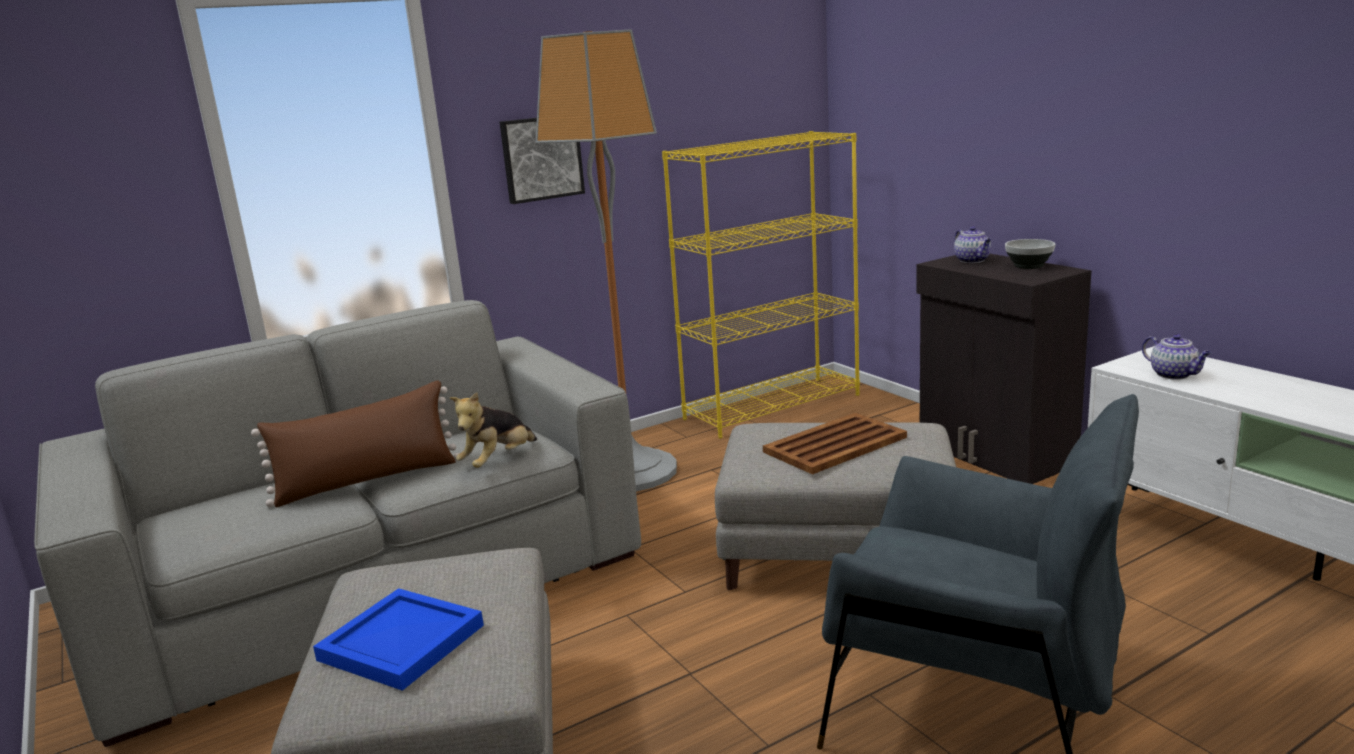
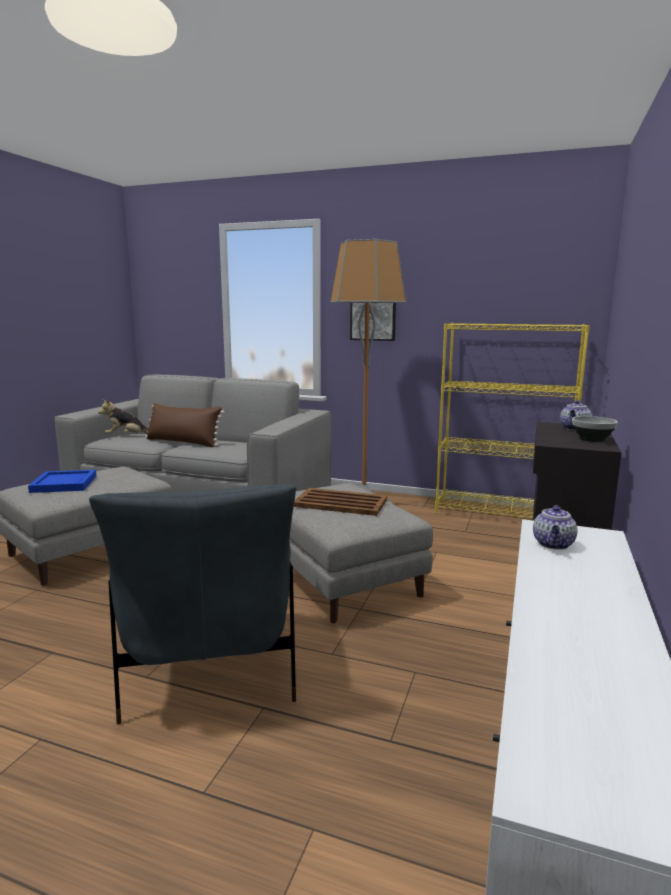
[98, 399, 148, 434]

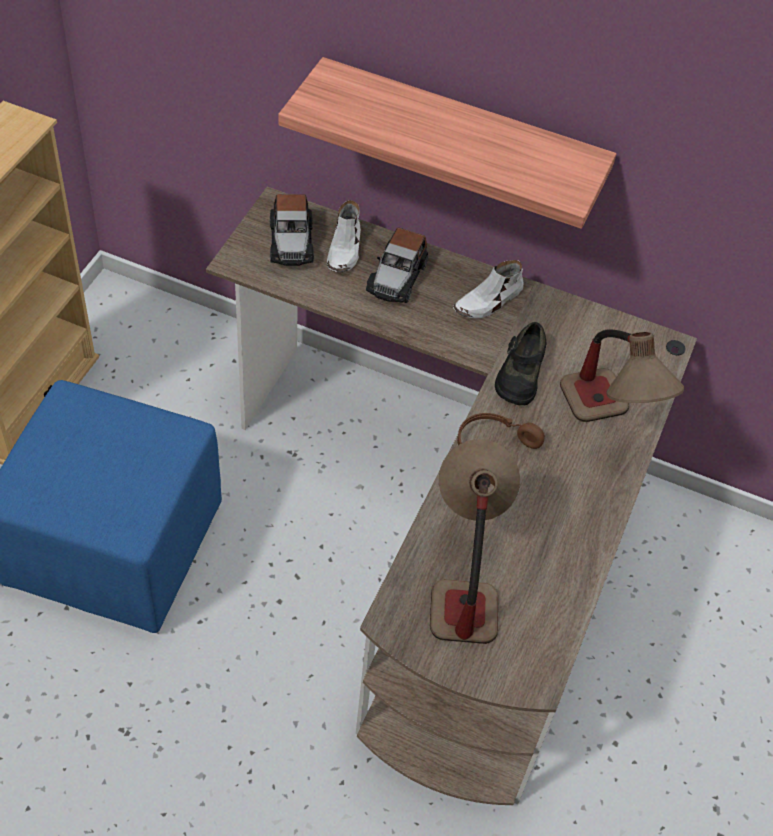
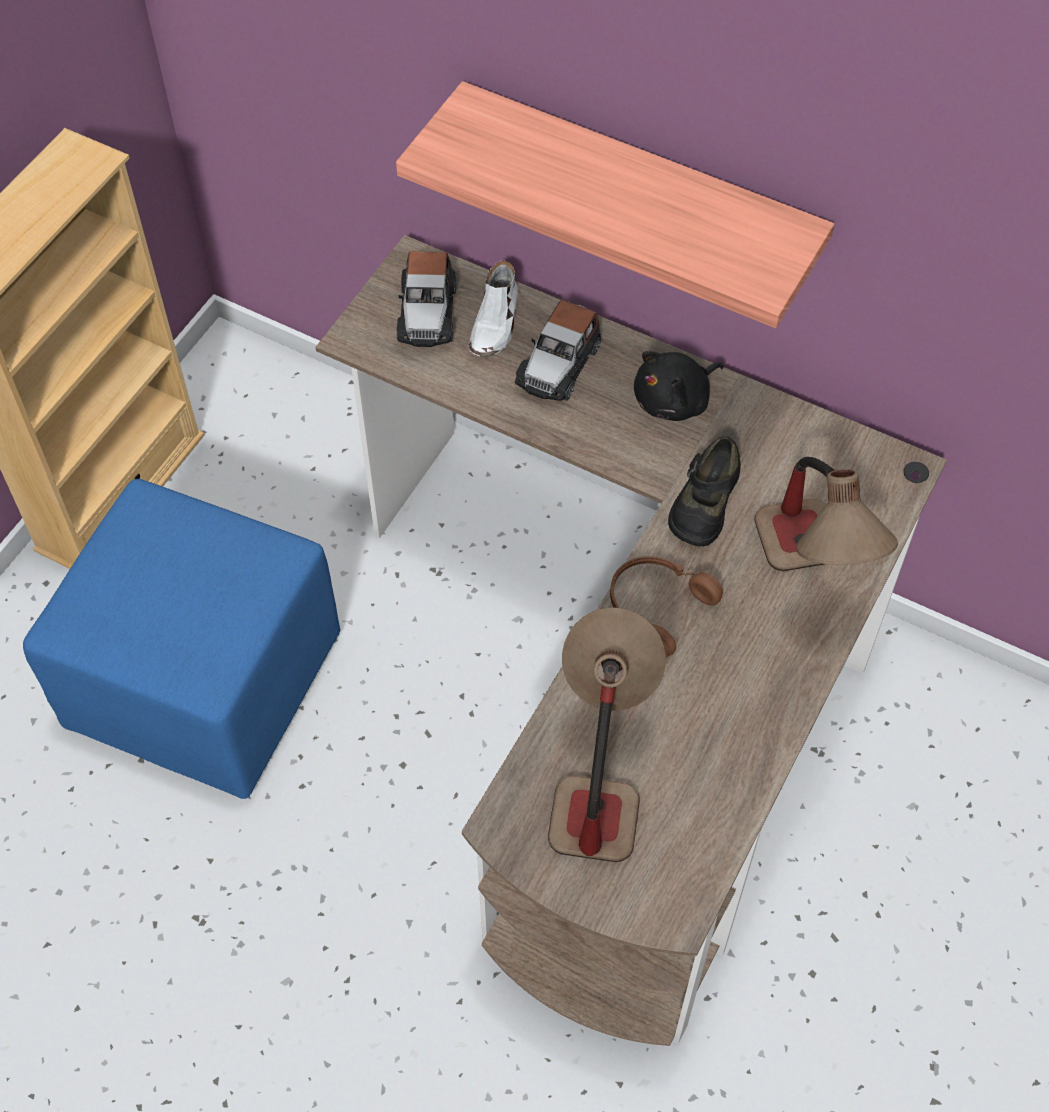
[634, 351, 724, 421]

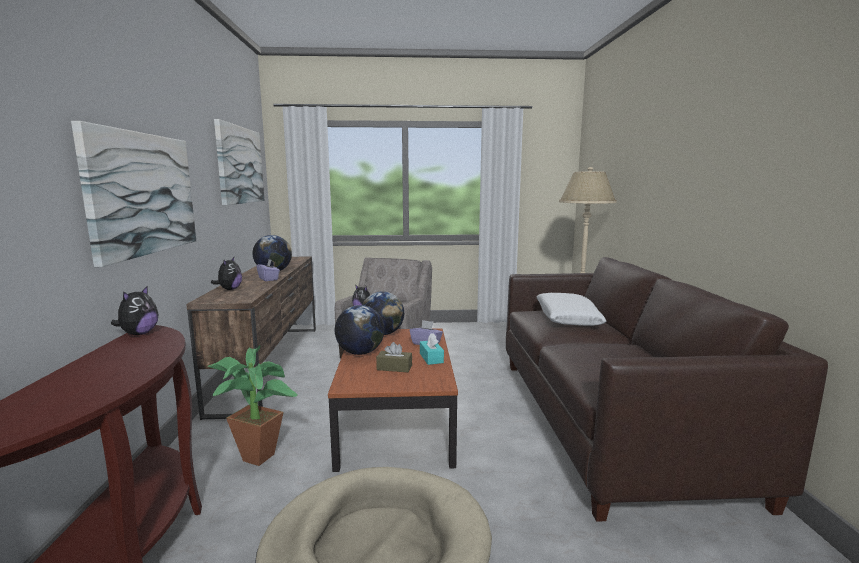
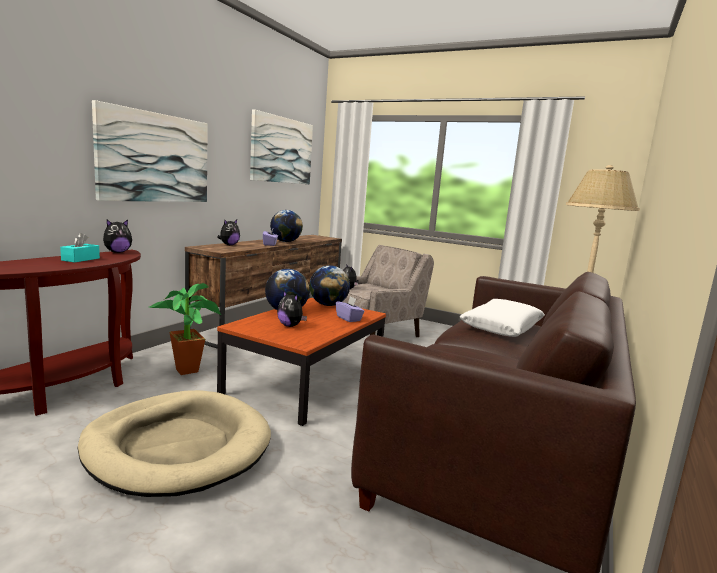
[277, 290, 307, 327]
[60, 233, 100, 262]

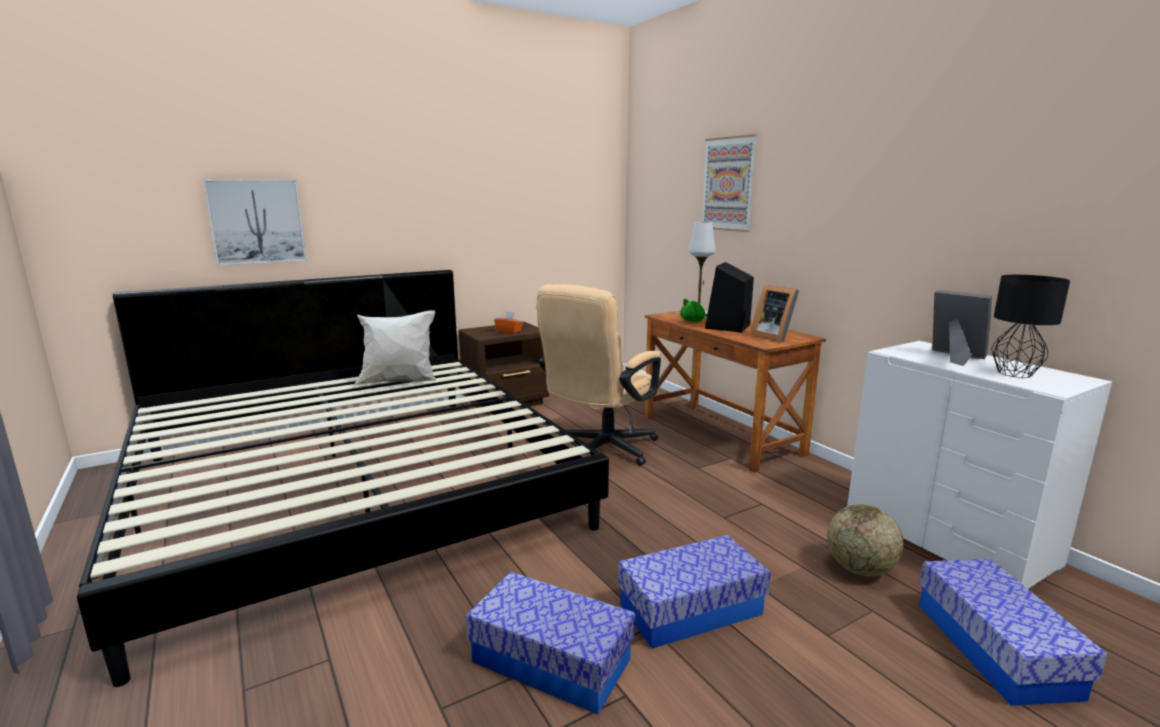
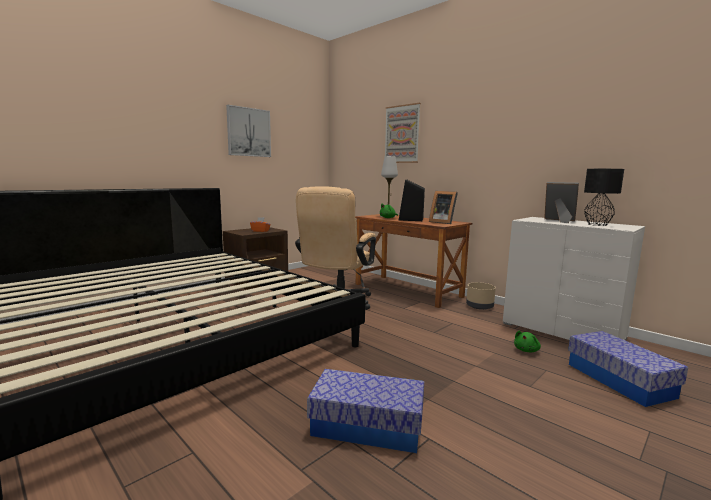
[226, 105, 271, 157]
[354, 310, 436, 386] (first image)
[618, 535, 771, 649] (first image)
[514, 331, 541, 352]
[466, 282, 496, 310]

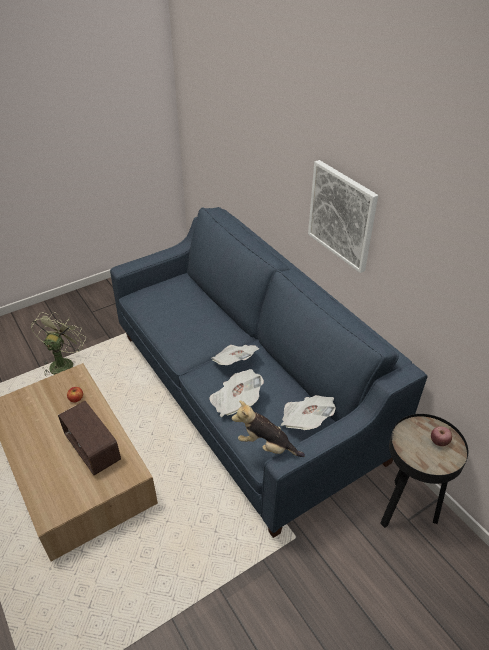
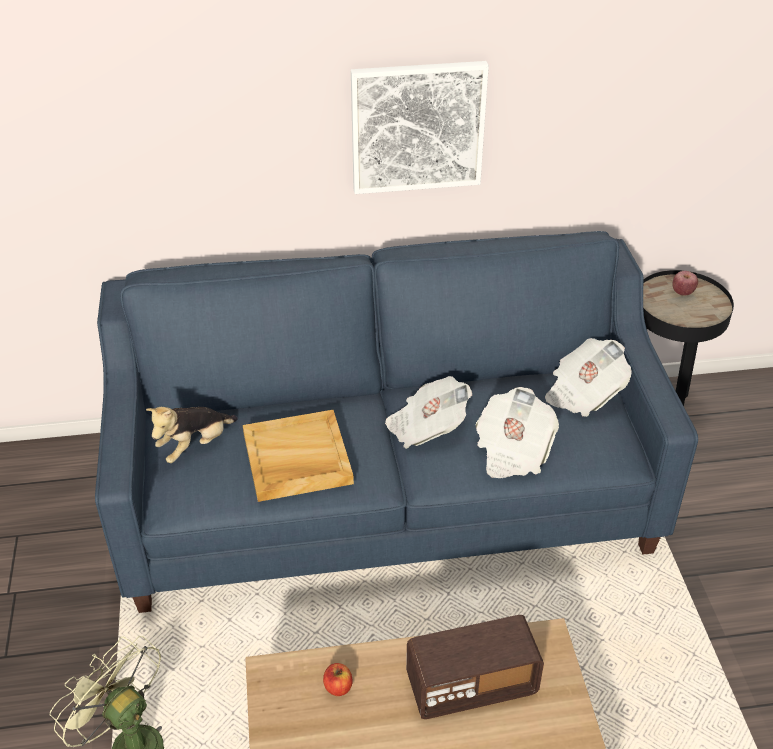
[146, 407, 238, 463]
[243, 410, 354, 502]

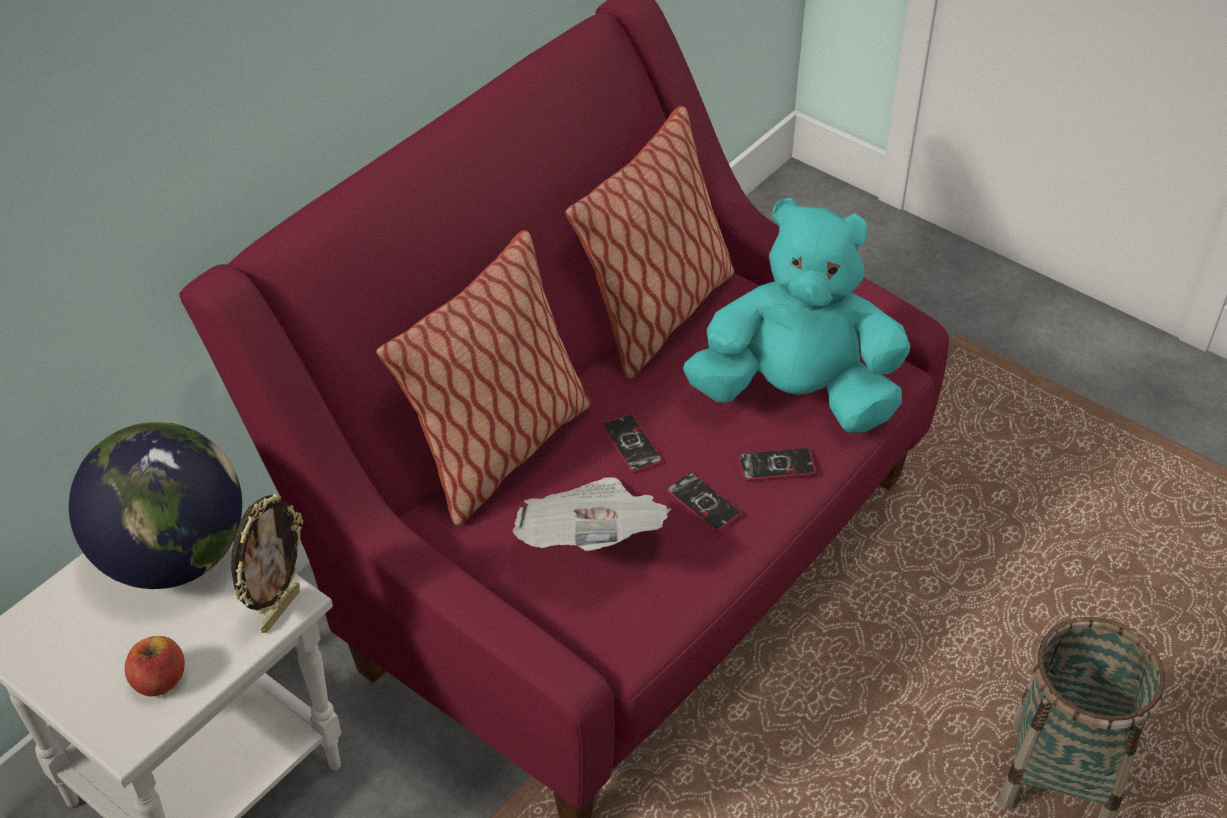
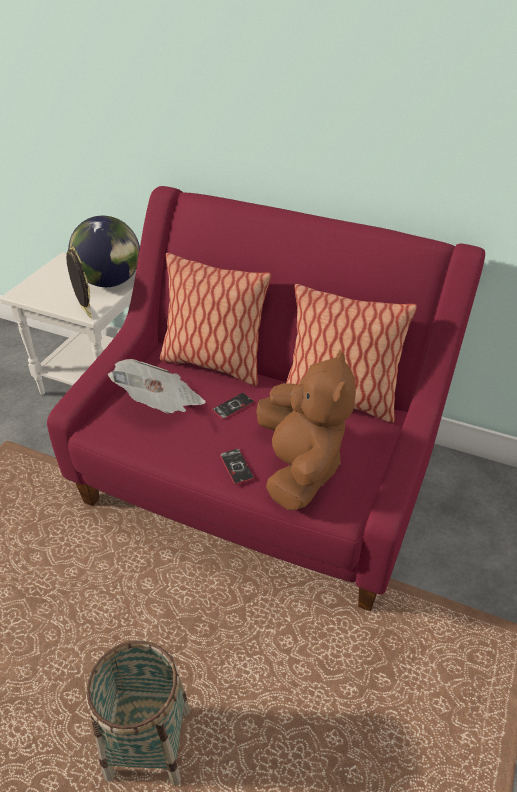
[125, 636, 185, 696] (first image)
[66, 246, 92, 318]
[666, 472, 741, 531] (first image)
[256, 349, 356, 510]

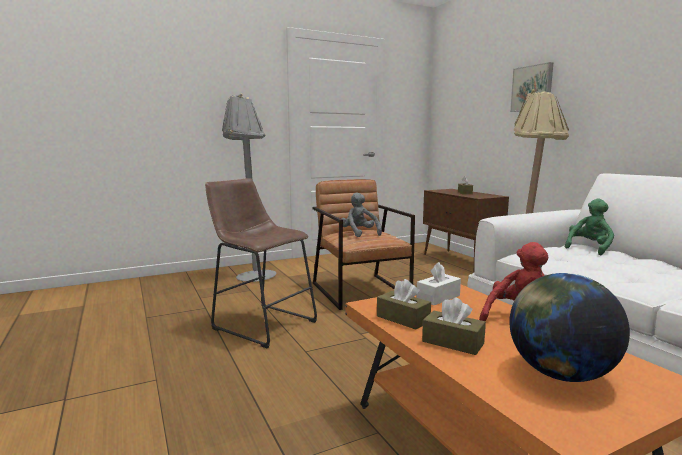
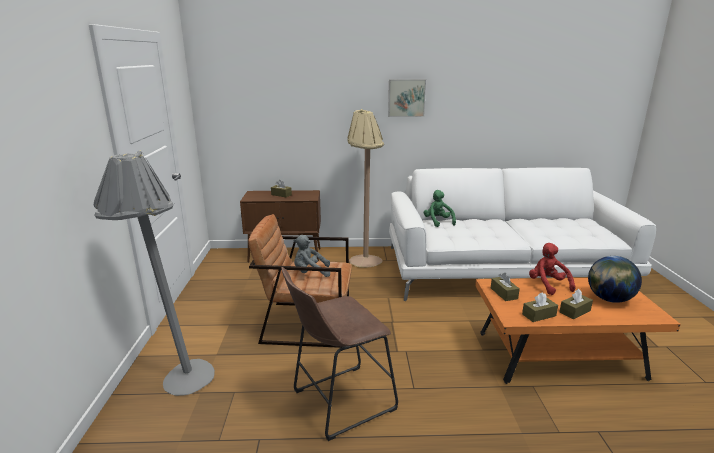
[491, 273, 520, 301]
[388, 79, 426, 117]

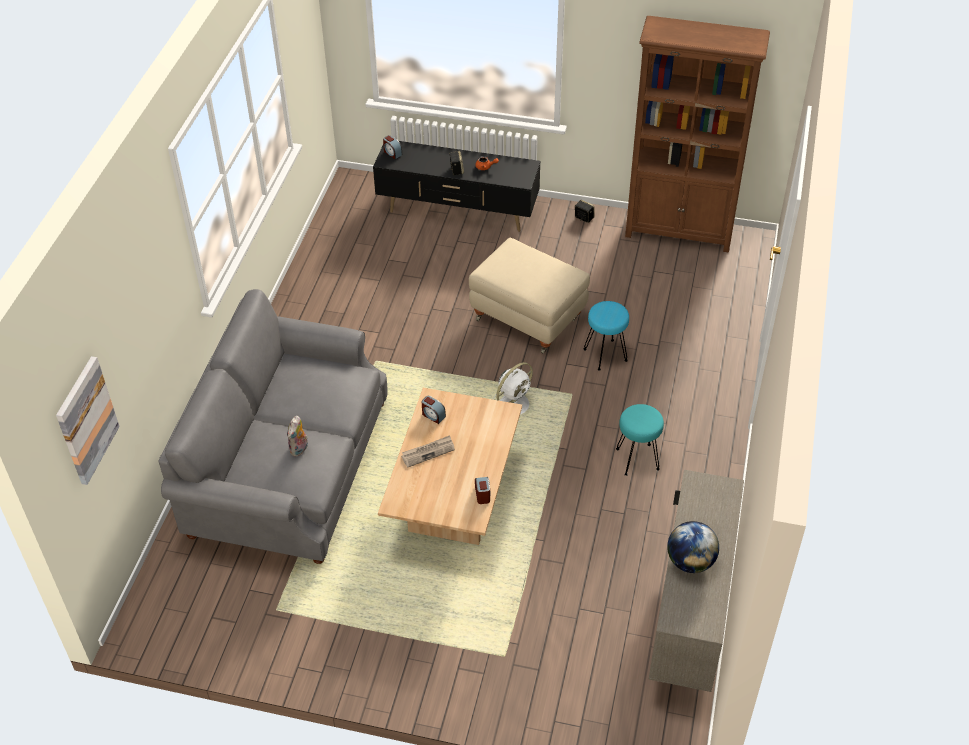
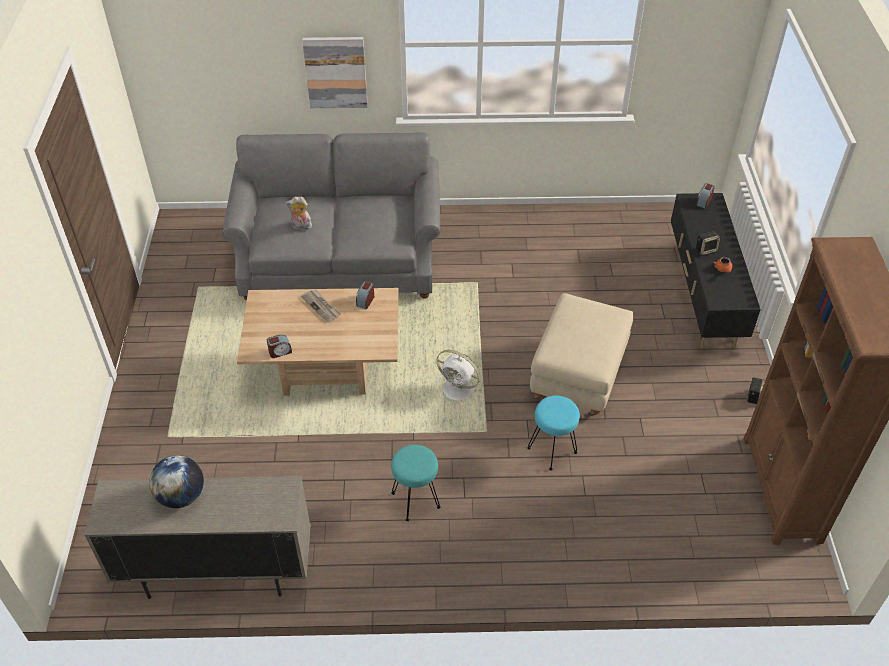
[302, 37, 368, 108]

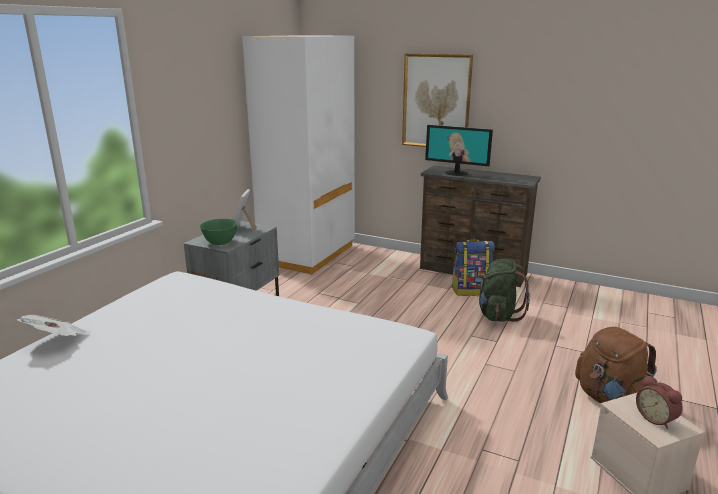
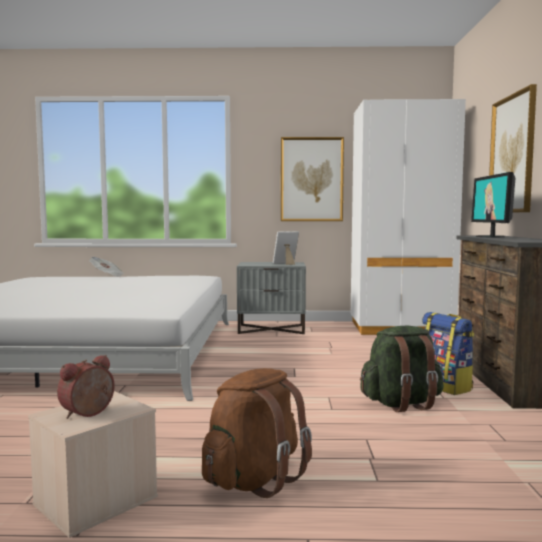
[200, 219, 238, 245] (first image)
[281, 137, 344, 221]

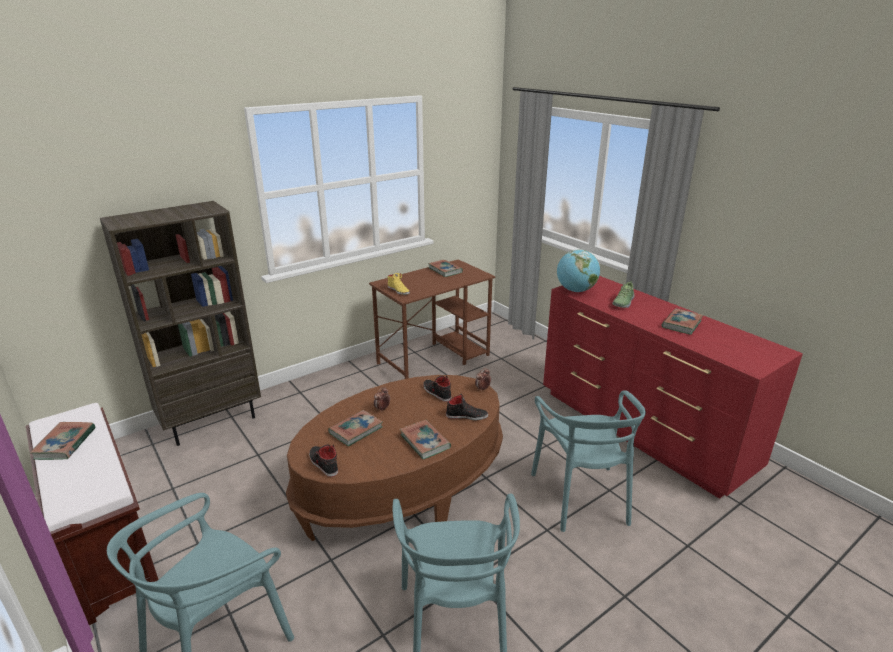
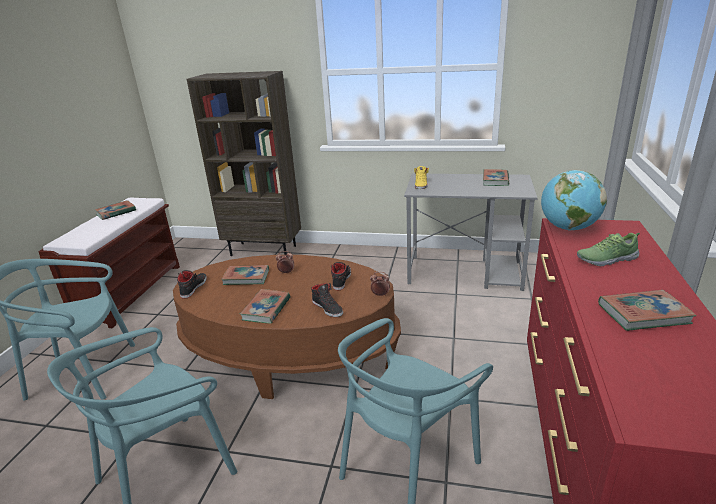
[404, 174, 537, 291]

